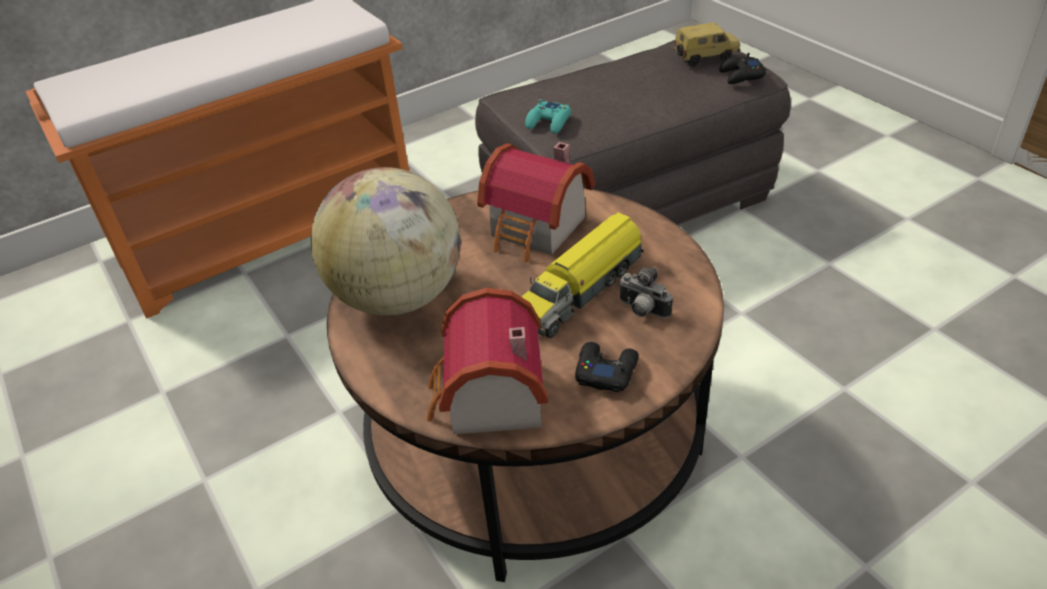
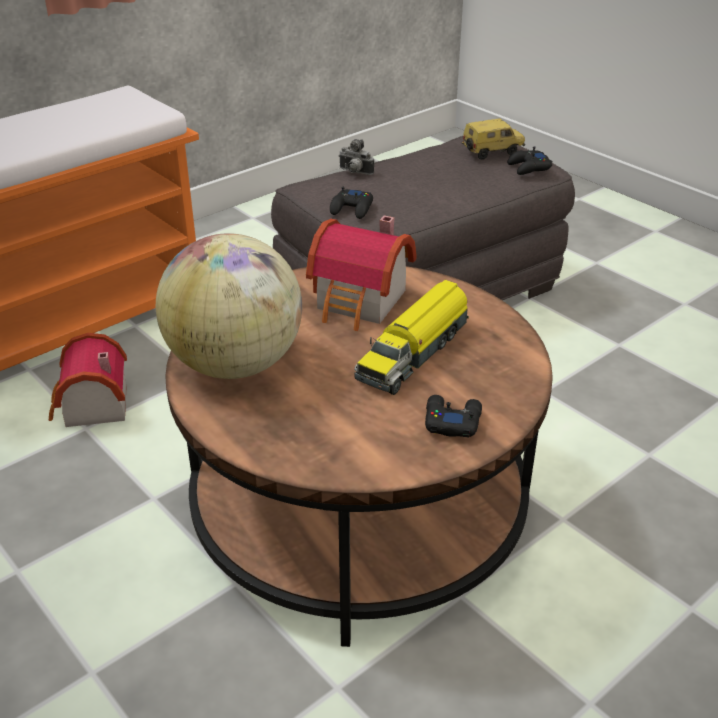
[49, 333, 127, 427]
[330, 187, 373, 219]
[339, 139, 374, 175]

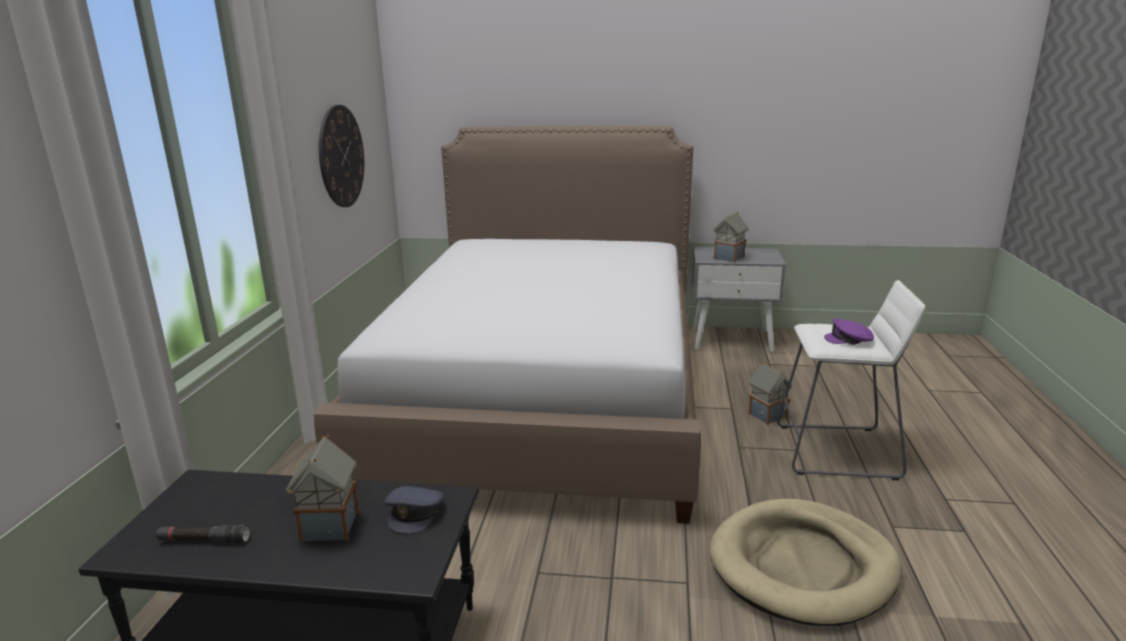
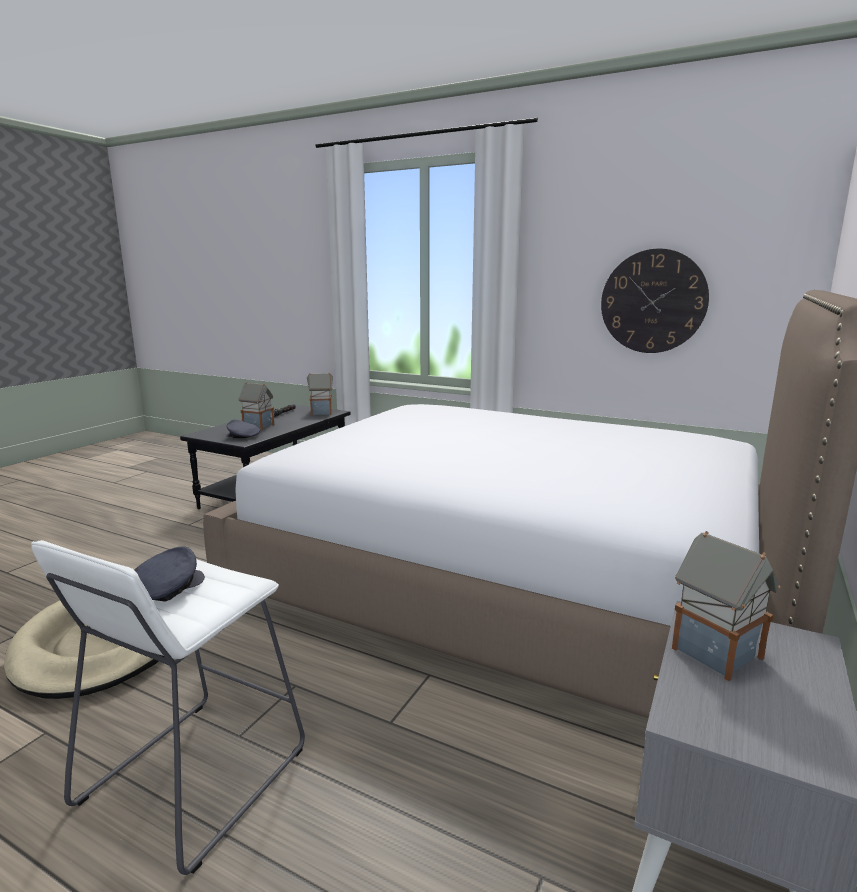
[307, 372, 333, 415]
[134, 547, 205, 602]

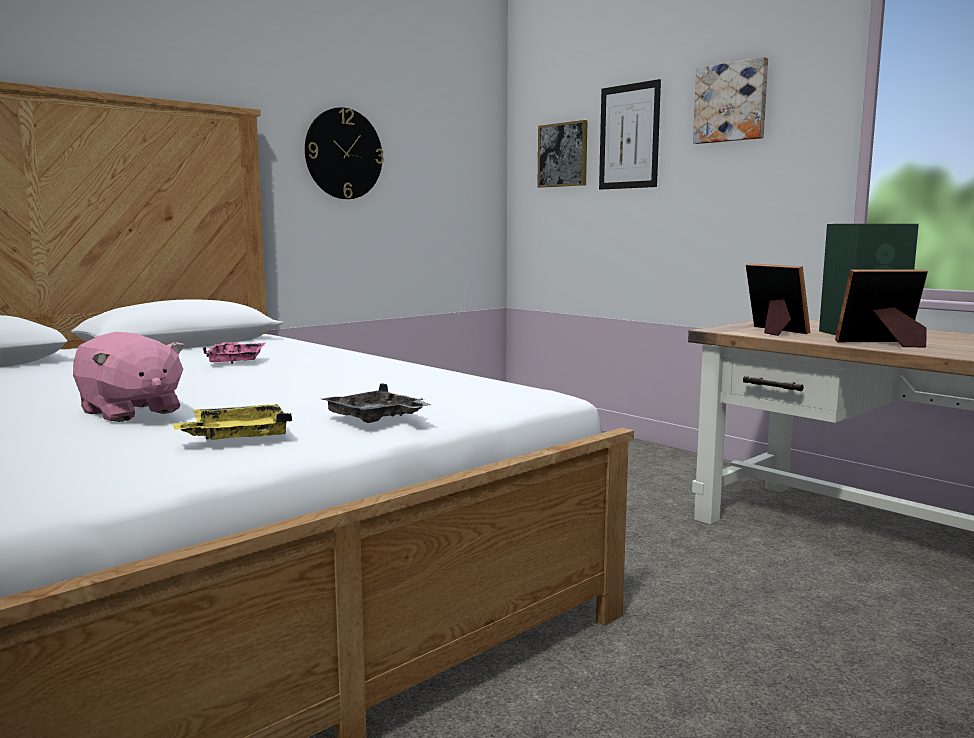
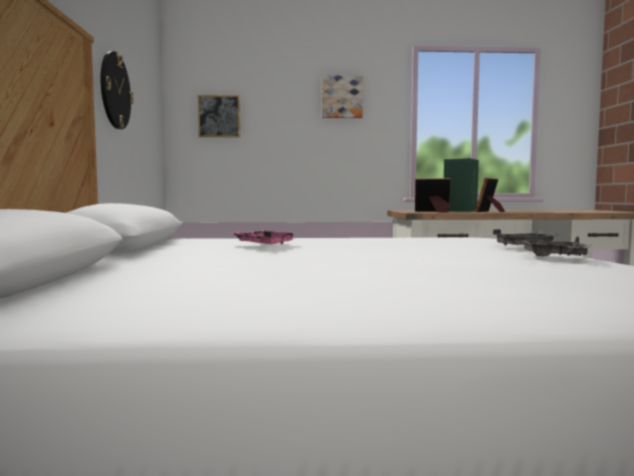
[73, 332, 185, 422] (first image)
[522, 237, 590, 256]
[599, 79, 661, 190] (first image)

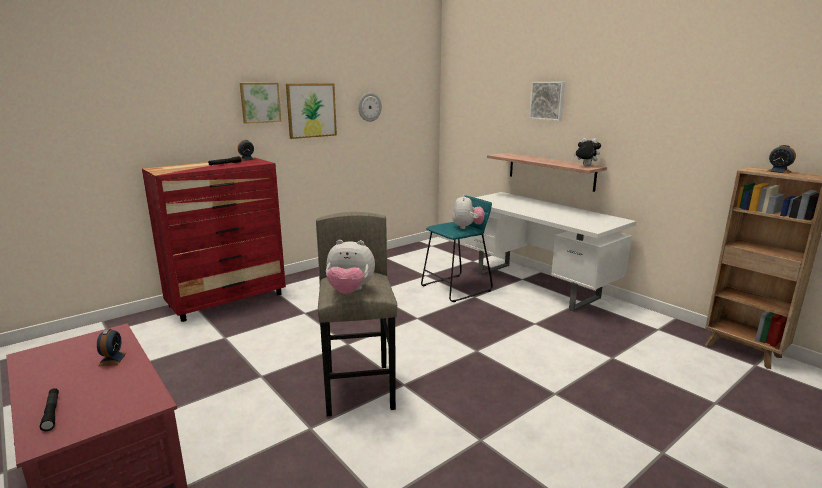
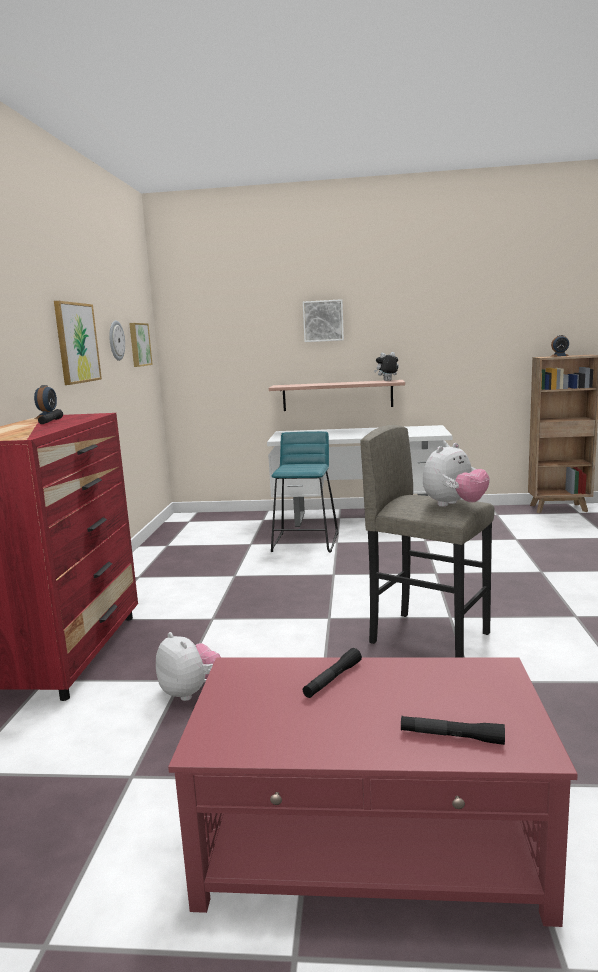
[303, 648, 362, 698]
[129, 323, 153, 367]
[156, 632, 221, 701]

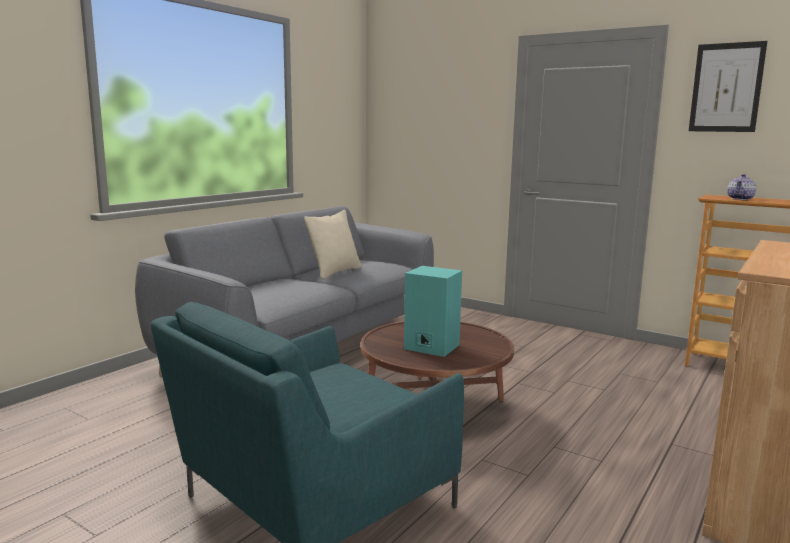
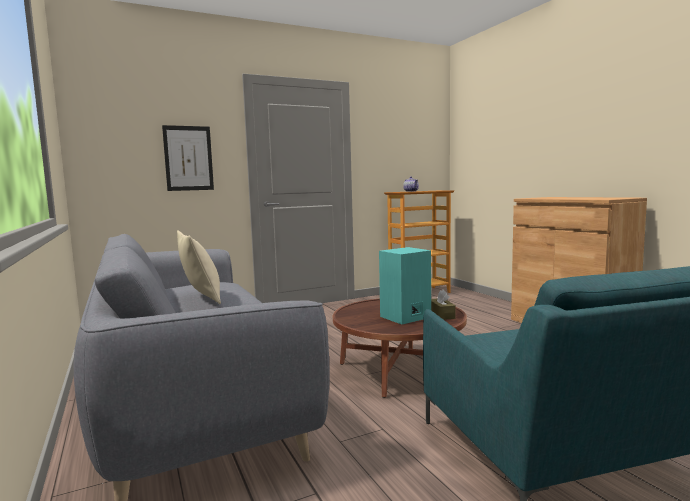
[162, 125, 214, 191]
[431, 290, 456, 320]

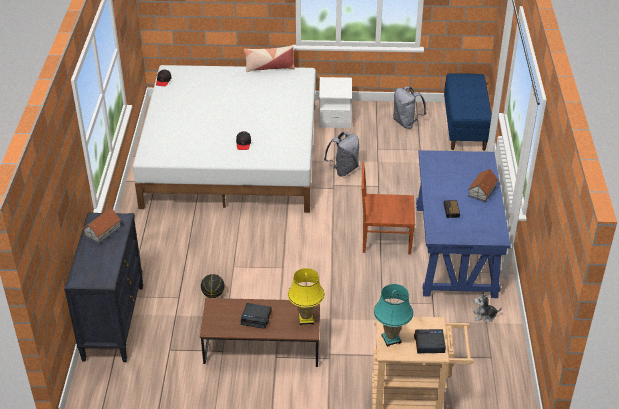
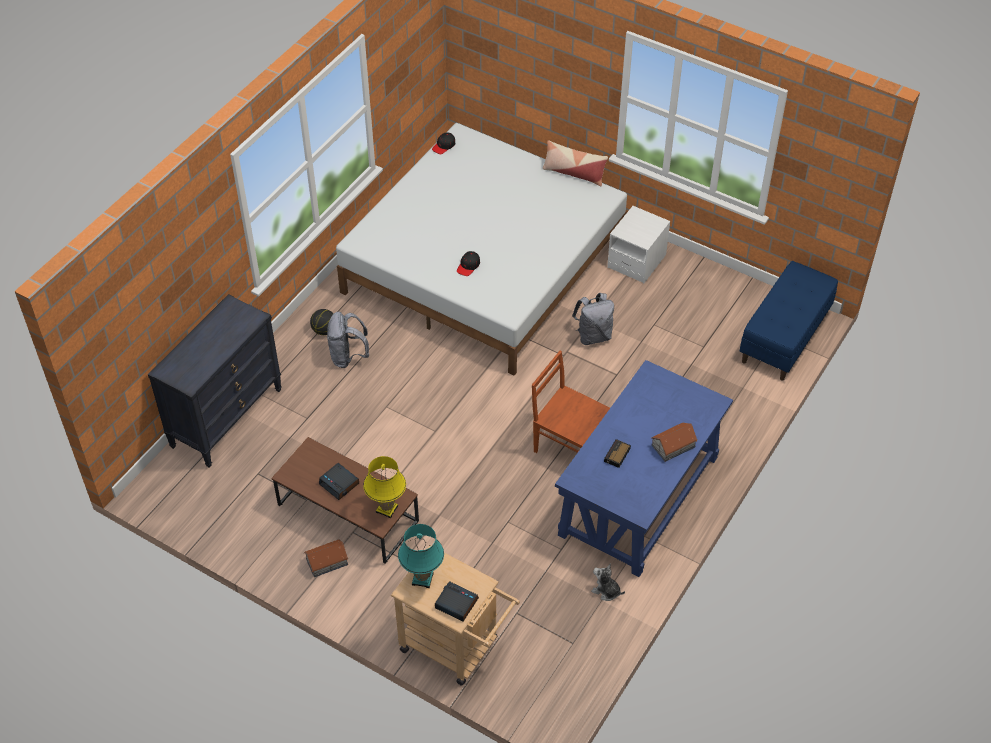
[304, 539, 348, 577]
[310, 309, 333, 335]
[327, 312, 369, 368]

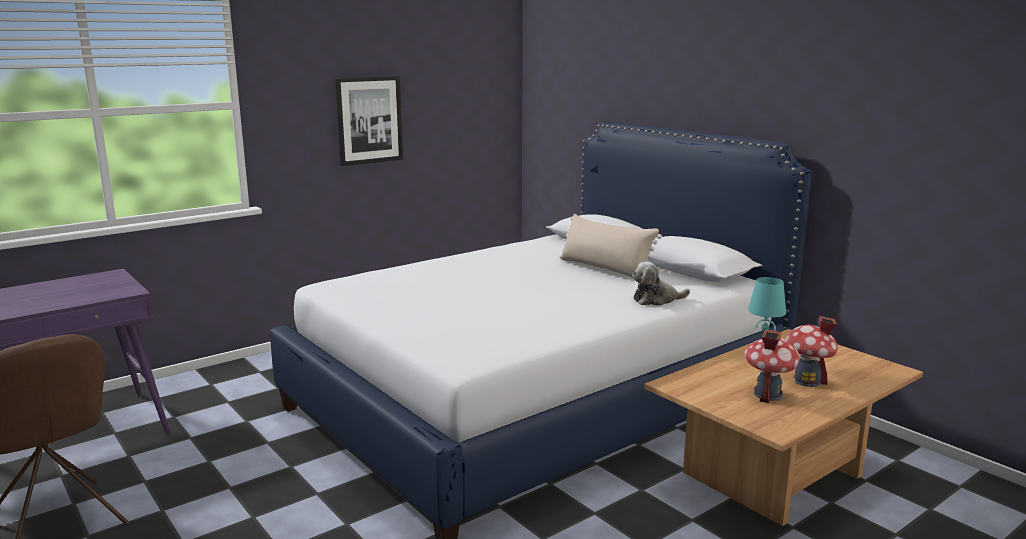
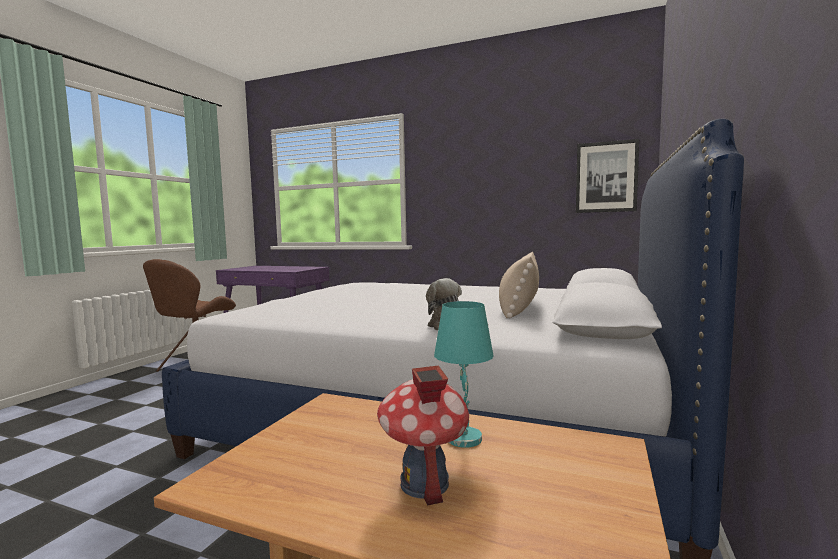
[576, 139, 639, 213]
[745, 330, 800, 403] (first image)

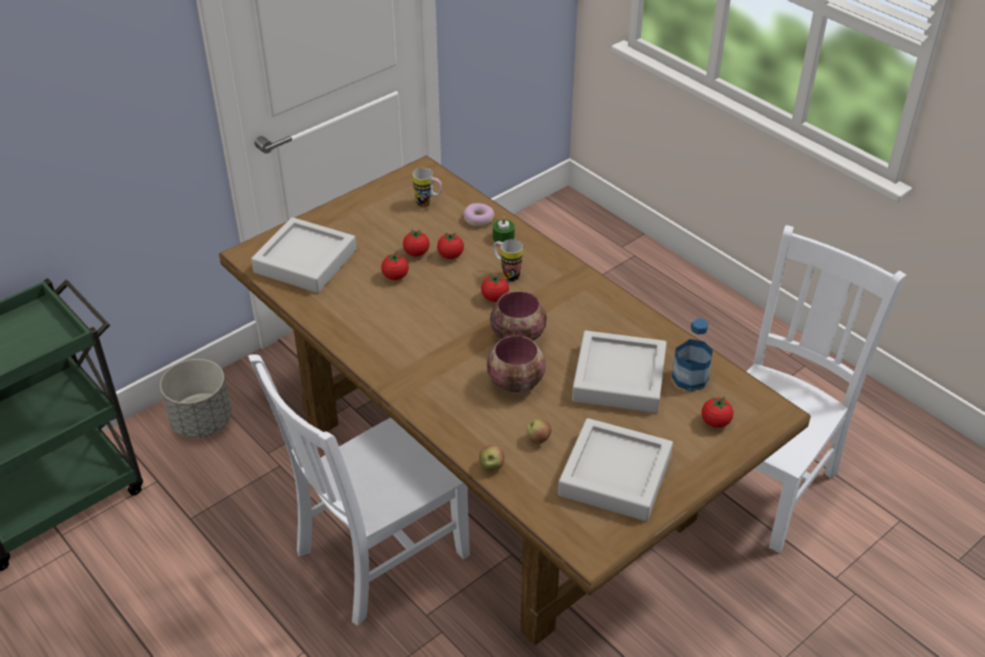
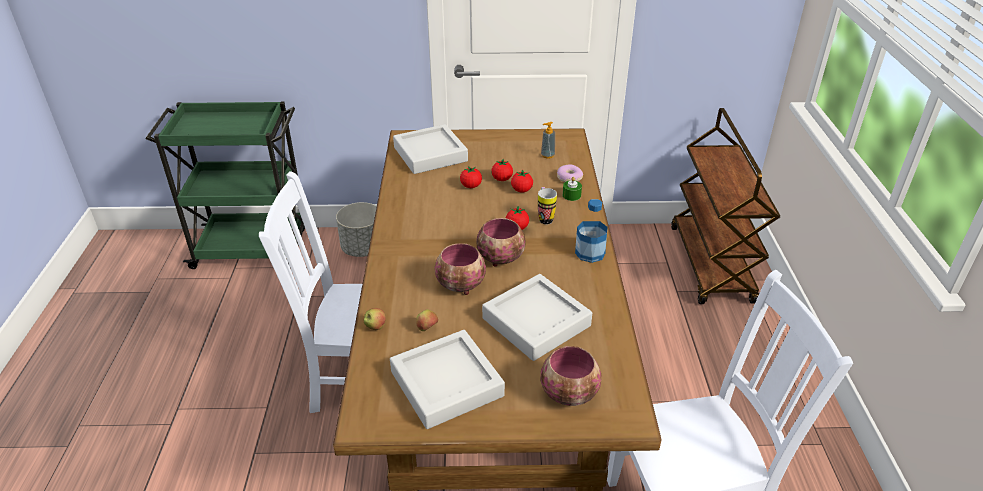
[541, 122, 555, 159]
[575, 199, 608, 263]
[541, 346, 601, 406]
[671, 108, 780, 304]

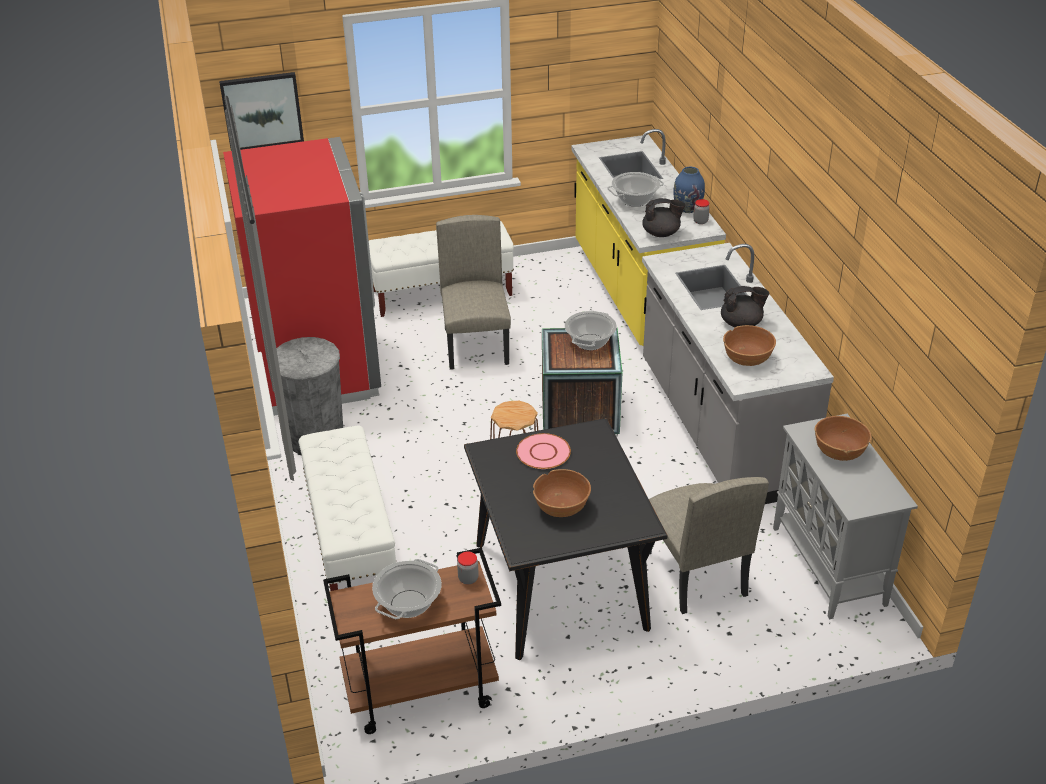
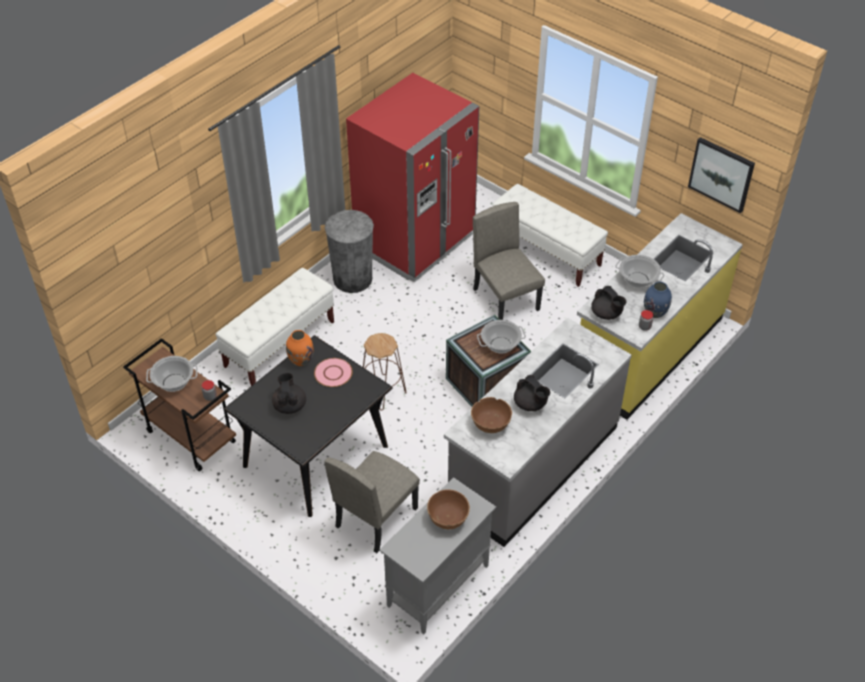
[688, 137, 755, 213]
[473, 202, 545, 320]
[272, 373, 306, 414]
[286, 330, 314, 366]

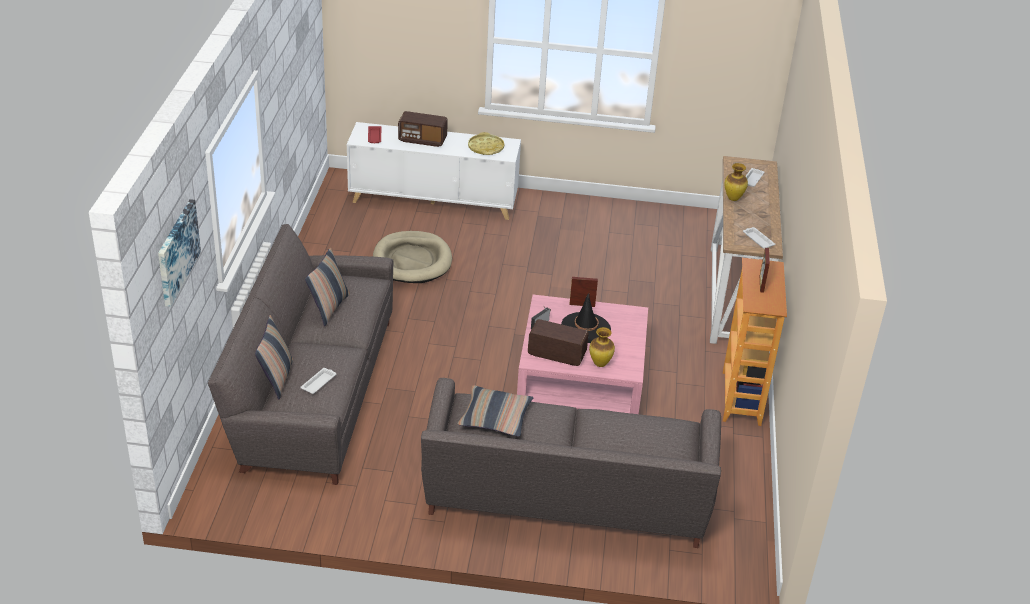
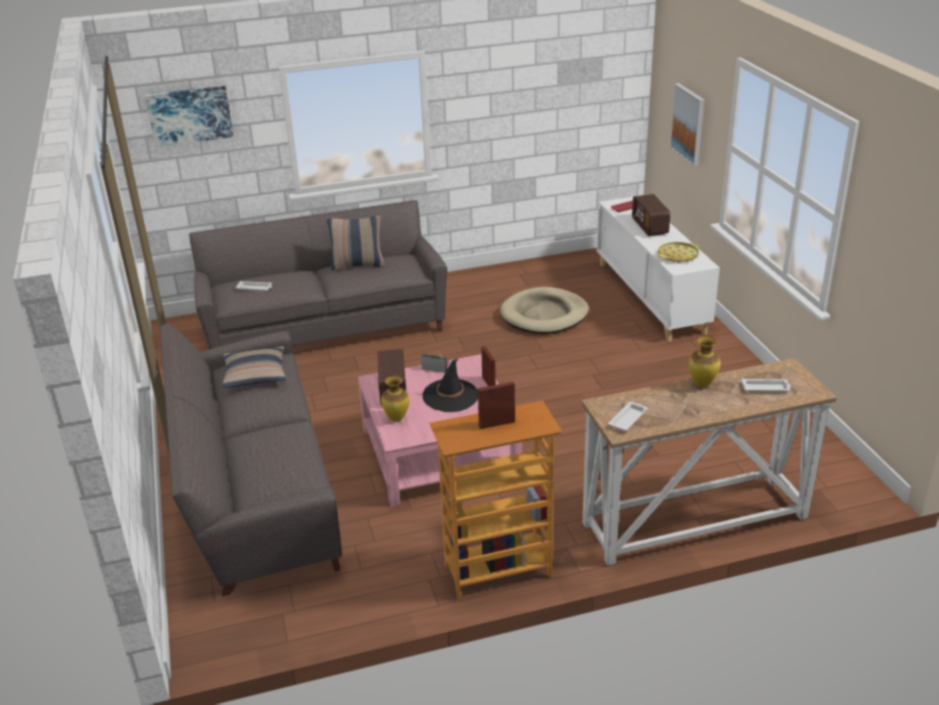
[255, 315, 293, 399] (first image)
[670, 83, 704, 166]

